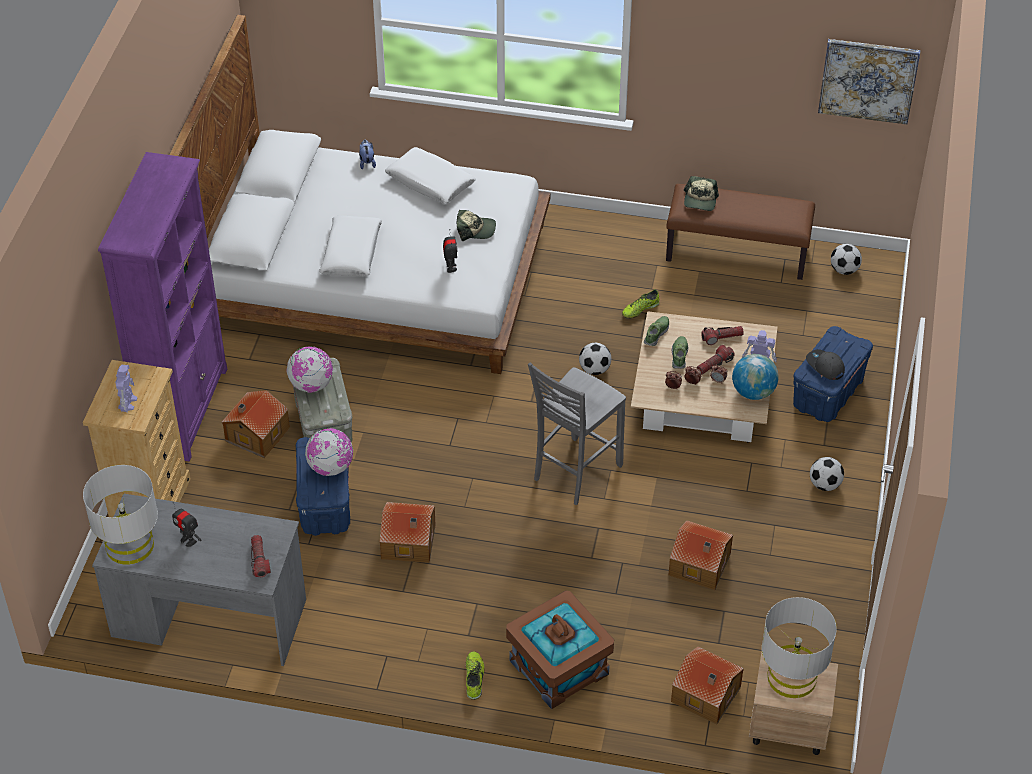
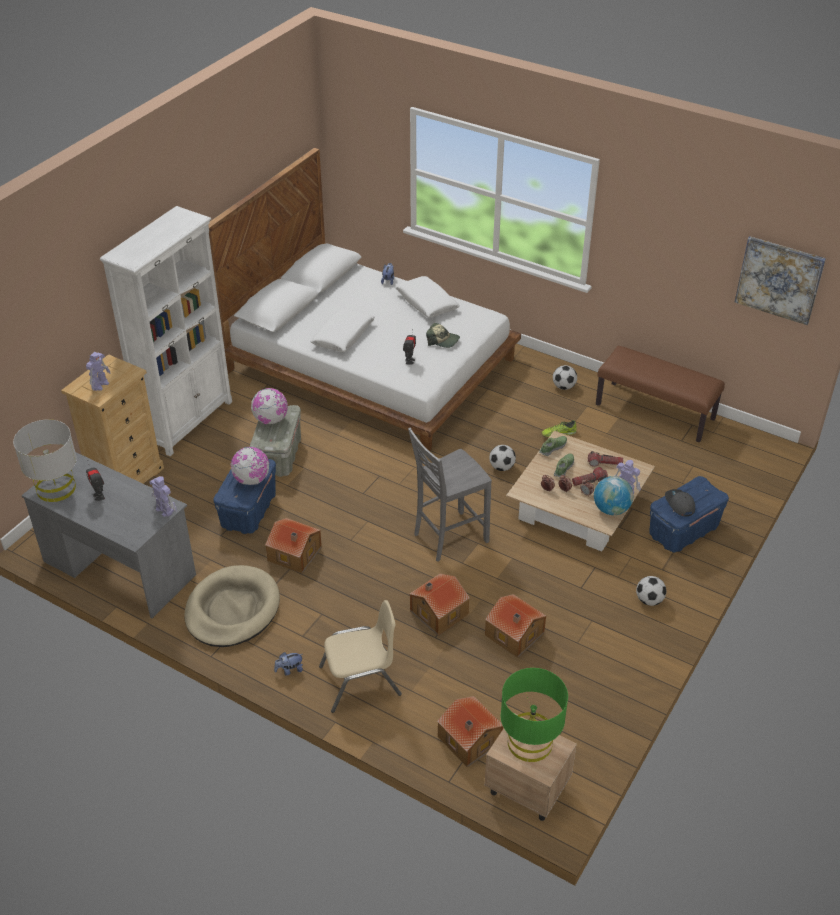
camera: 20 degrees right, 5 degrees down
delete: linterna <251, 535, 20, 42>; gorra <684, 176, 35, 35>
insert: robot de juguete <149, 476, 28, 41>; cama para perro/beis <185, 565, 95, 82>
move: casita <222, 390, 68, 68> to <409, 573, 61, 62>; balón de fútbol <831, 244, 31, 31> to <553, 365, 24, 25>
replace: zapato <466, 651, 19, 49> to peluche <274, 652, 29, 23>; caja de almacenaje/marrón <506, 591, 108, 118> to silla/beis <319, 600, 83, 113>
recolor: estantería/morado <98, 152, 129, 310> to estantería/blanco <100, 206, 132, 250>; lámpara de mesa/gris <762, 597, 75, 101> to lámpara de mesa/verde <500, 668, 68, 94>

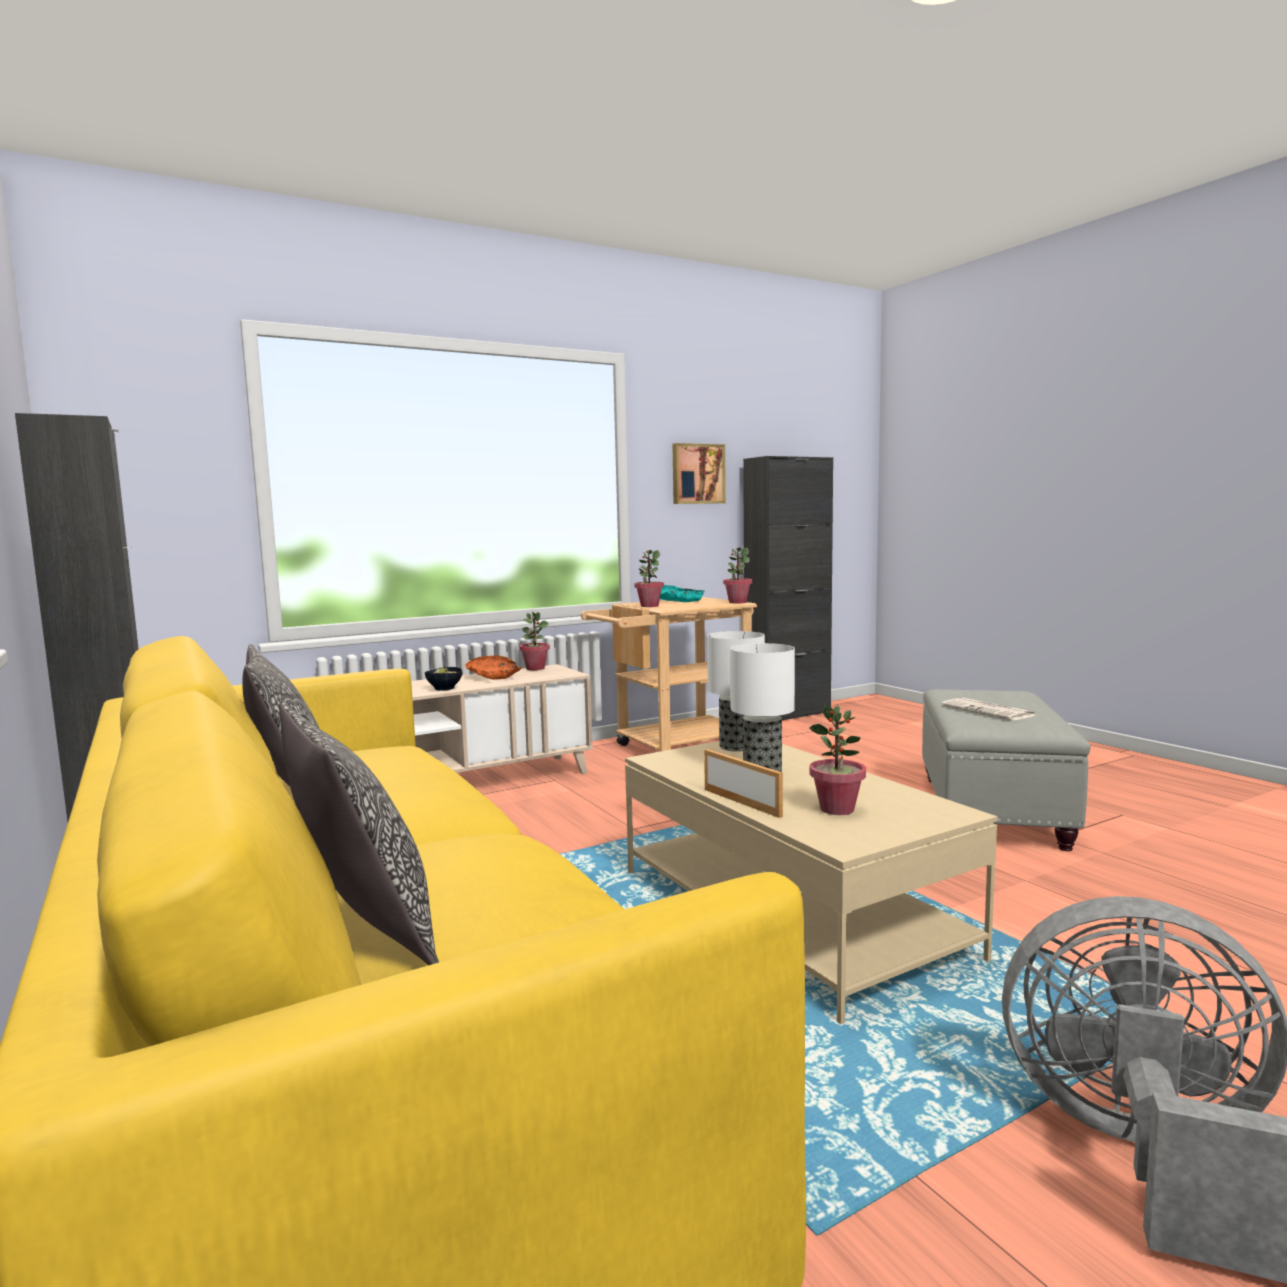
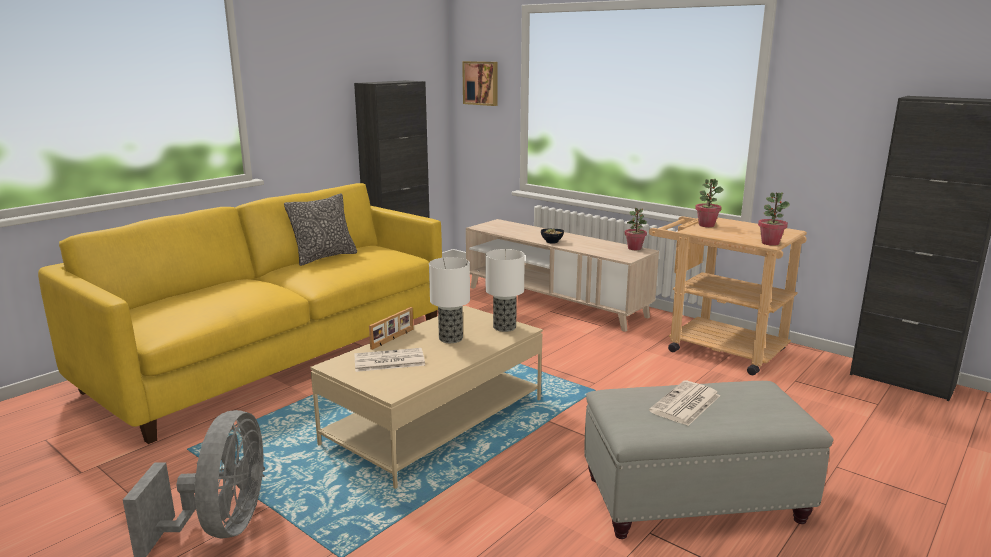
camera: 70 degrees right, 10 degrees up
delete: cojín <279, 701, 160, 264>; cuenco/naranja <465, 656, 56, 24>; cuenco/turquesa <660, 585, 45, 17>
move: cuadro <672, 443, 54, 61> to <462, 61, 35, 45>
replace: planta en maceta <809, 705, 57, 110> to periódico <354, 348, 71, 24>

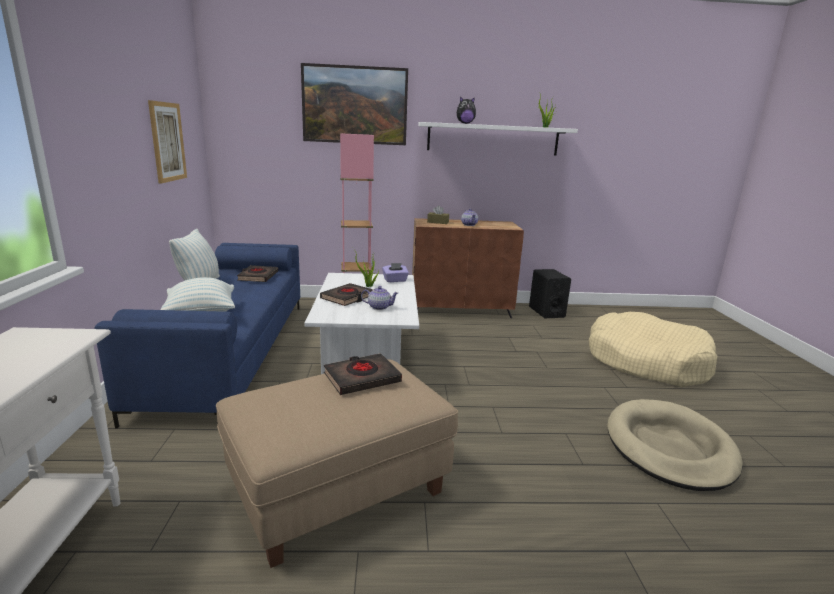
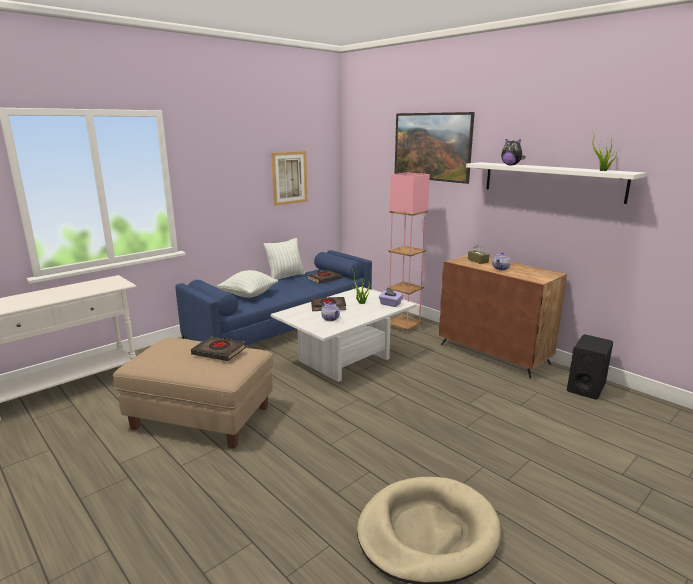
camera: 50 degrees right, 0 degrees up
delete: cama para perro/beis <589, 312, 128, 75>

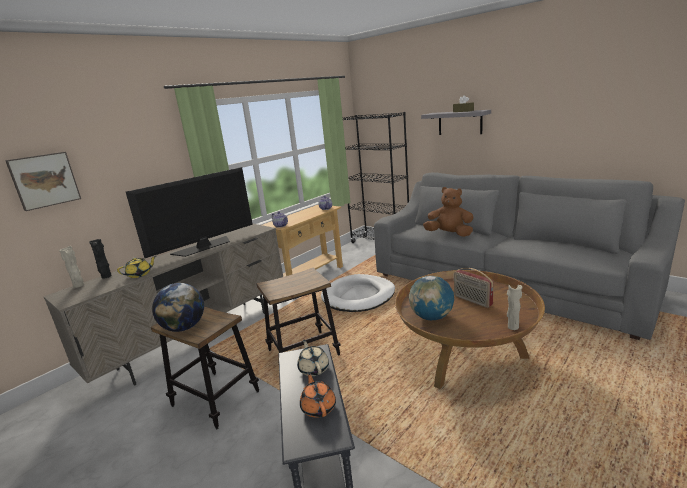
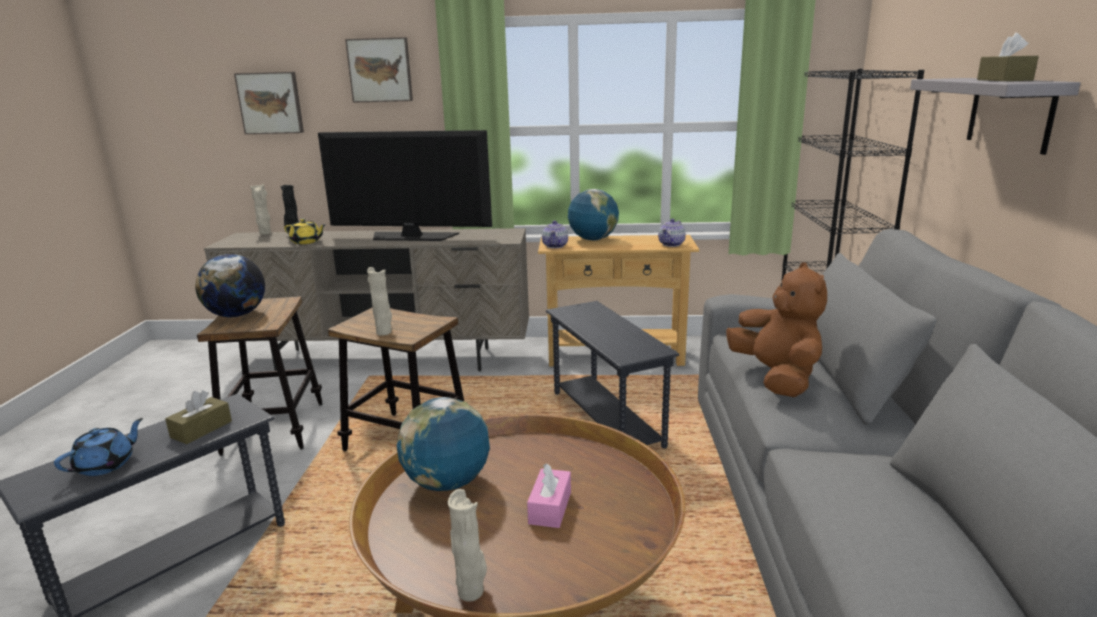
camera: 50 degrees right, 0 degrees up
insert: cuadro <345, 37, 68, 66>; florero/beis <367, 267, 25, 69>; globo terráqueo <568, 189, 51, 51>
replace: tetera/beis <297, 339, 32, 37> to caja de pañuelos/marrón <165, 390, 67, 54>; cama para perro/blanco <321, 274, 74, 38> to mesa auxiliar/gris <546, 301, 133, 148>; radio <454, 268, 40, 40> to caja de pañuelos/rosa <527, 463, 44, 65>
recolor: tetera/naranja <300, 372, 36, 46> to tetera/azul <54, 418, 89, 58>

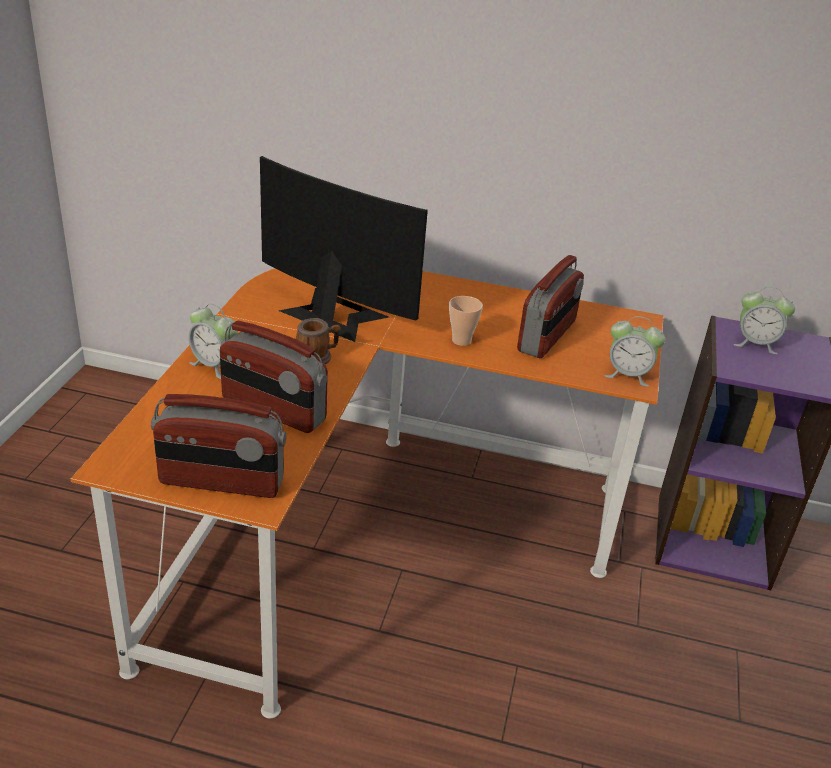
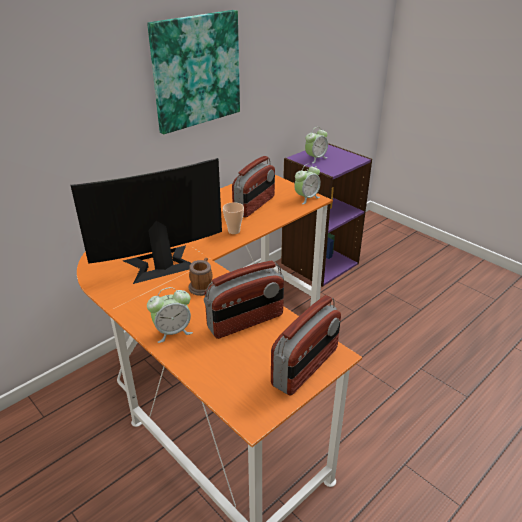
camera: 55 degrees left, 0 degrees up
insert: cuadro <147, 10, 93, 124>
rotate: radio <517, 255, 67, 103> = <232, 156, 43, 62> 60 degrees clockwise

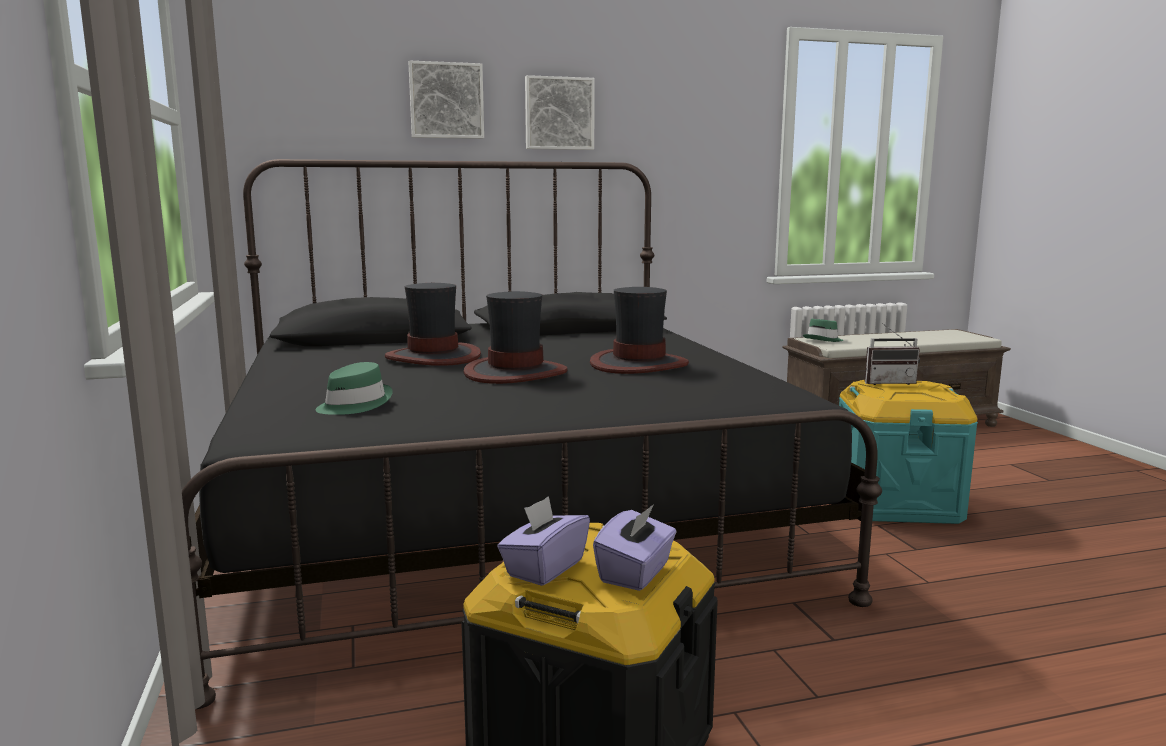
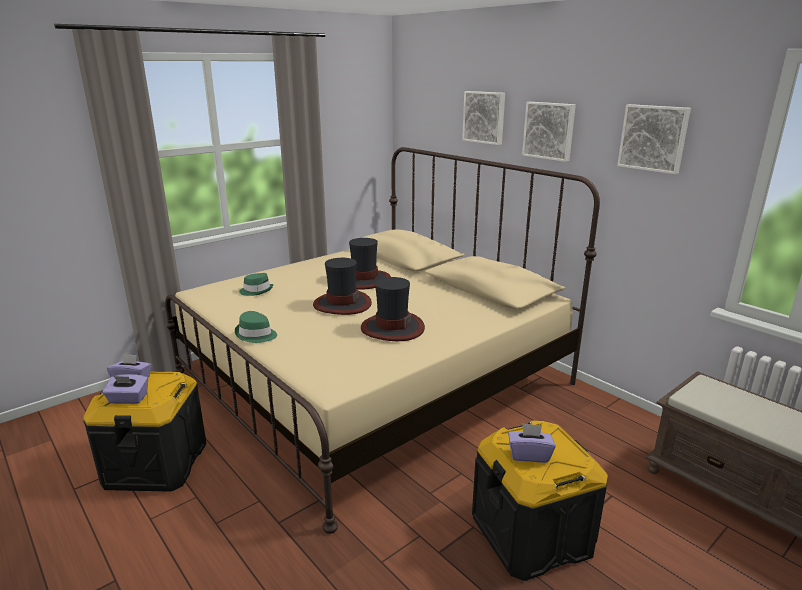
camera: 65 degrees right, 10 degrees up
delete: radio <865, 323, 55, 62>
insert: caja de pañuelos/morado <508, 423, 48, 40>; cuadro <617, 104, 74, 70>
move: sombrero/verde <803, 318, 40, 24> to <235, 311, 42, 32>
recolor: cama/negro <182, 159, 700, 550> to cama/beis <165, 147, 435, 387>; caja de almacenaje/turquesa <839, 380, 139, 144> to caja de almacenaje/negro <472, 421, 136, 160>

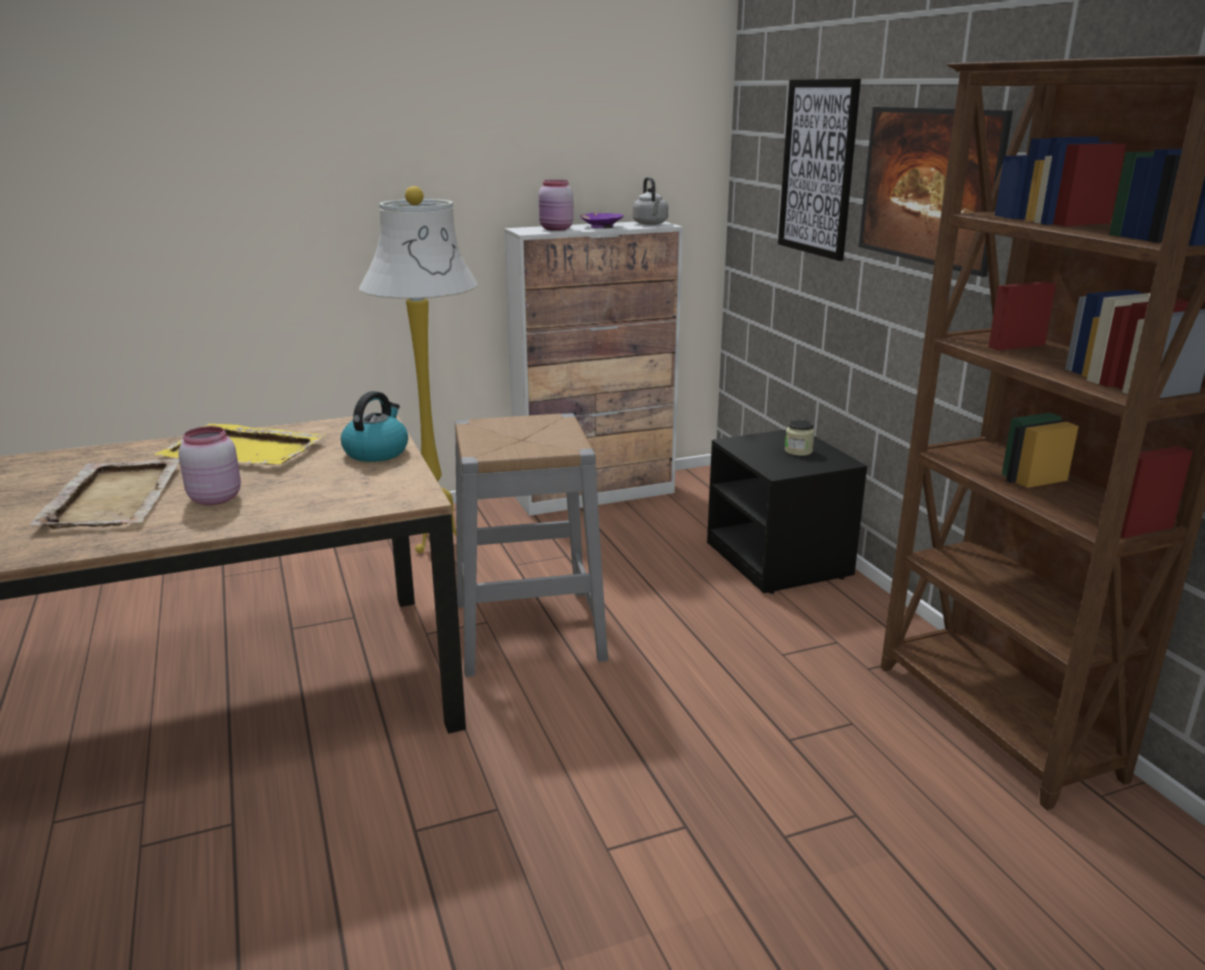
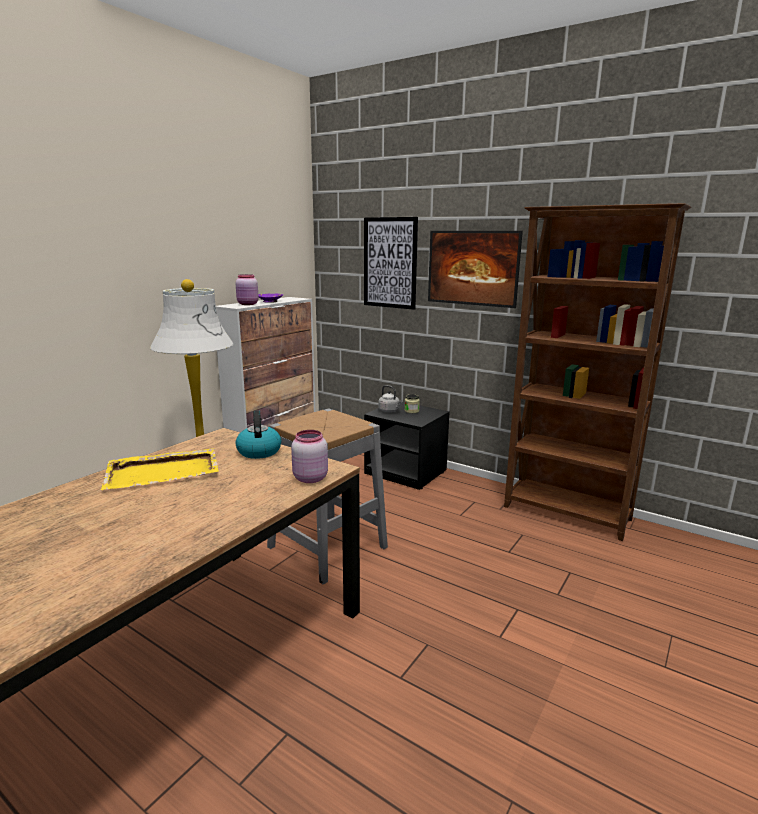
camera: 35 degrees left, 5 degrees down
delete: bandeja/beis <30, 459, 149, 70>
move: tarro/rosa <178, 426, 63, 79> to <291, 430, 37, 53>; hervidor/gris <632, 177, 36, 48> to <378, 385, 24, 27>

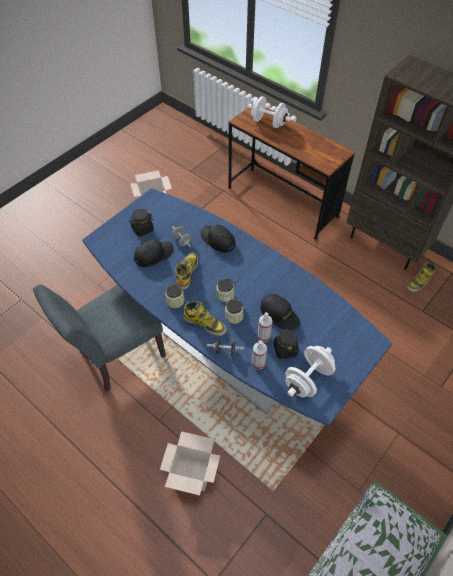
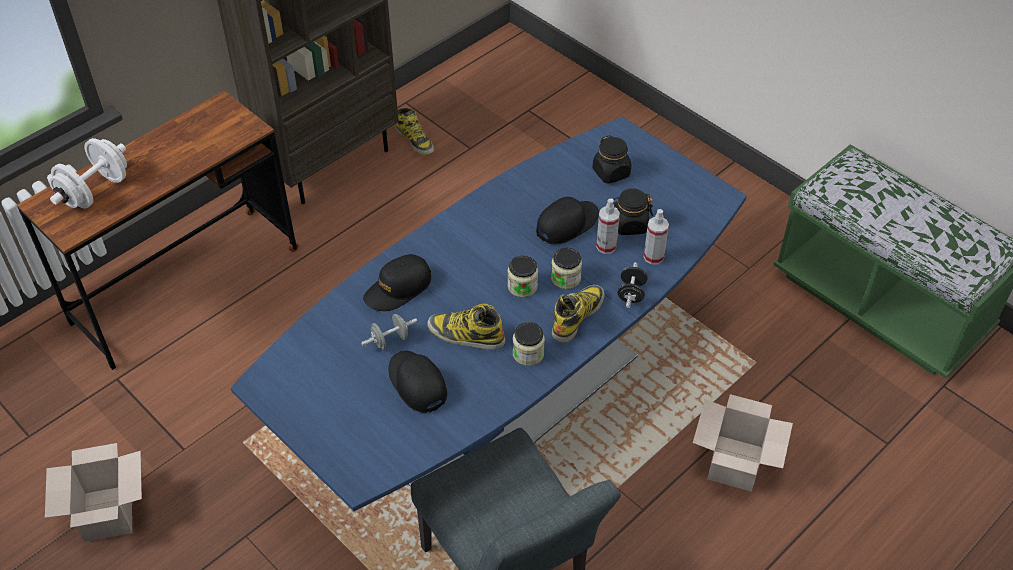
camera: 85 degrees left, 5 degrees down
delete: mancuerna/blanco <285, 346, 50, 52>
move: tarro/negro <129, 209, 25, 27> to <592, 135, 39, 49>

